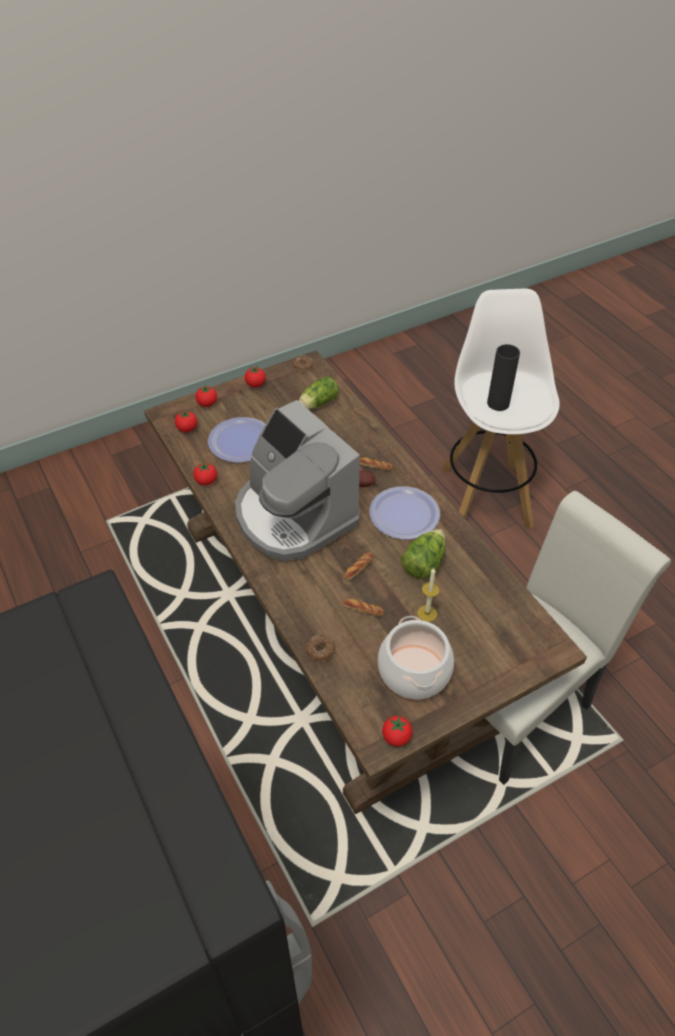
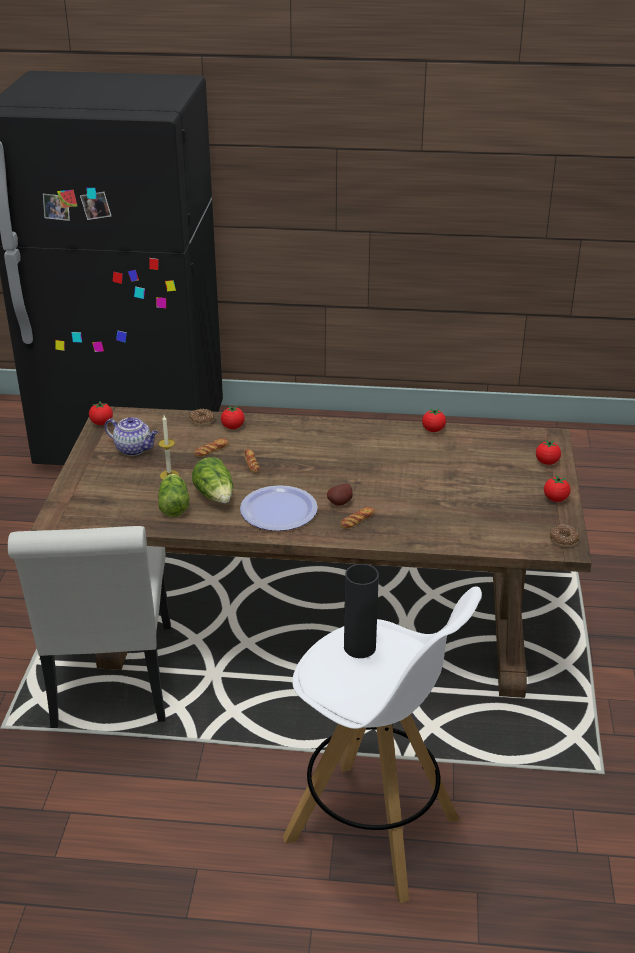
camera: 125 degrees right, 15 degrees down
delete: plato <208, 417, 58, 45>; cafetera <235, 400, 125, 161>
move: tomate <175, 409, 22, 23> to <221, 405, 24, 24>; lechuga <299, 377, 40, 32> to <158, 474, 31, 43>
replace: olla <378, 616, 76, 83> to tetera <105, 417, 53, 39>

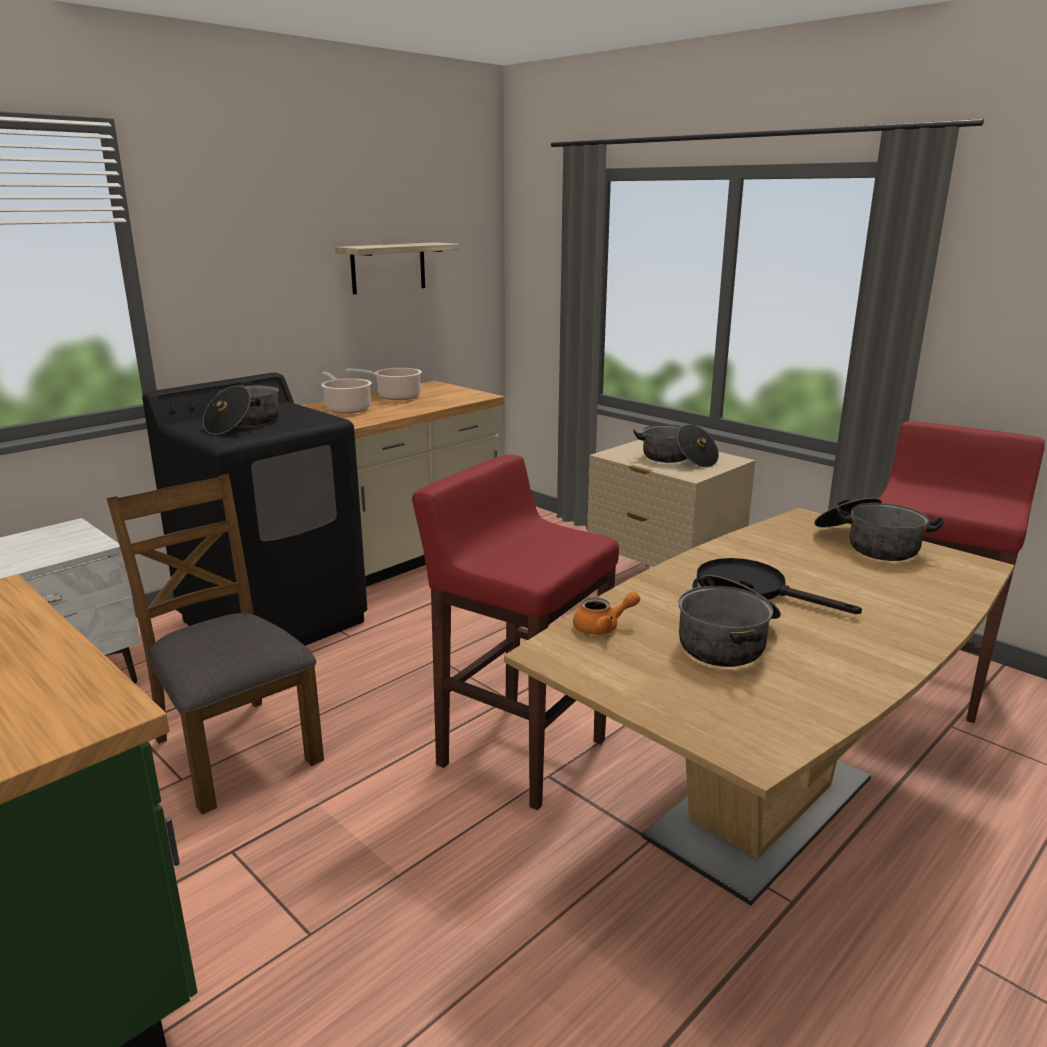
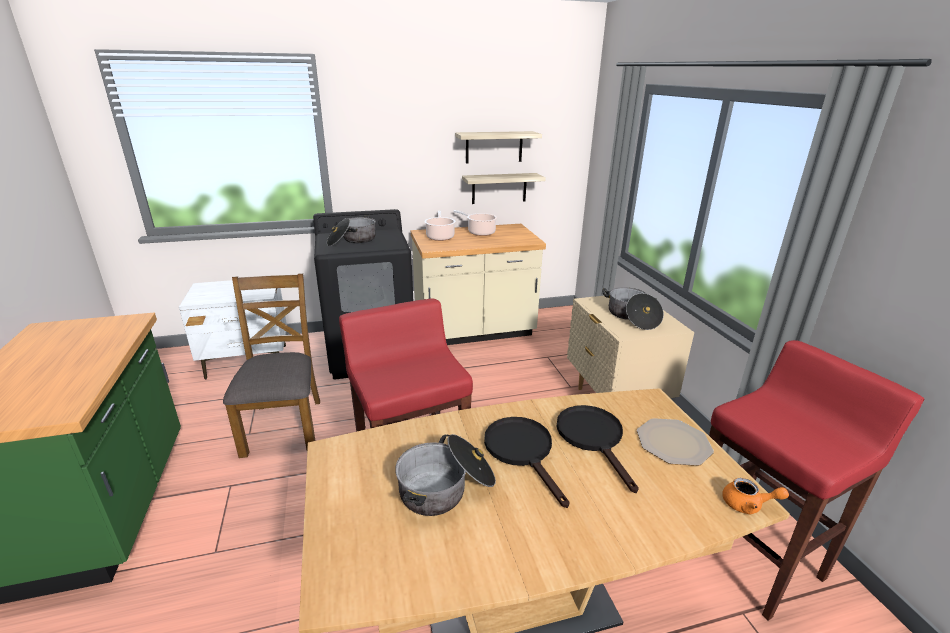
camera: 30 degrees right, 5 degrees up
insert: estante <462, 173, 84, 31>; sartén/negro <557, 405, 82, 88>
move: tetera/naranja <573, 591, 67, 44> to <722, 478, 67, 36>
replace: olla <814, 498, 130, 63> to plato <637, 418, 77, 48>

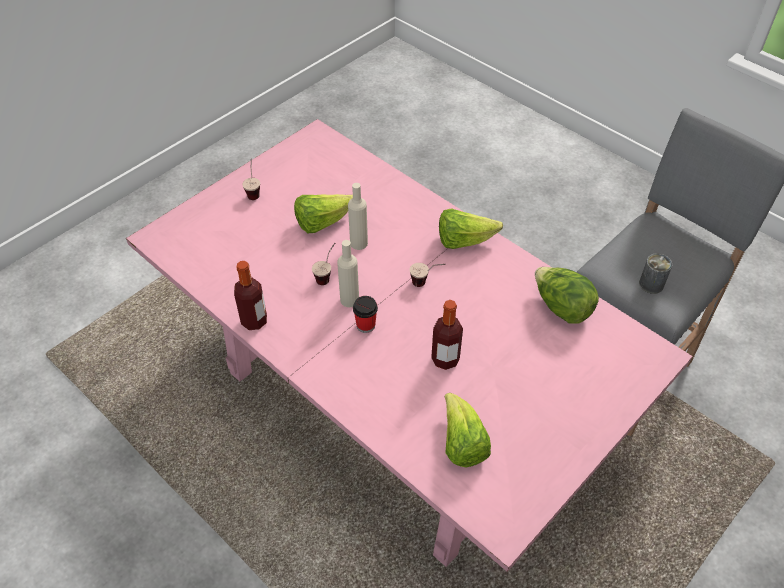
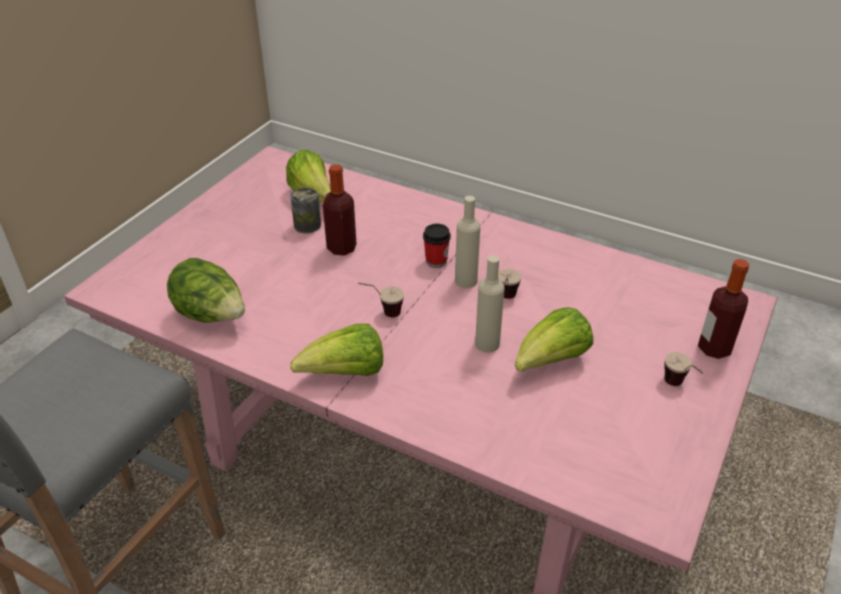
camera: 165 degrees right, 10 degrees down
move: botella <234, 261, 33, 69> to <698, 259, 52, 100>; lata <639, 253, 33, 41> to <290, 188, 31, 45>

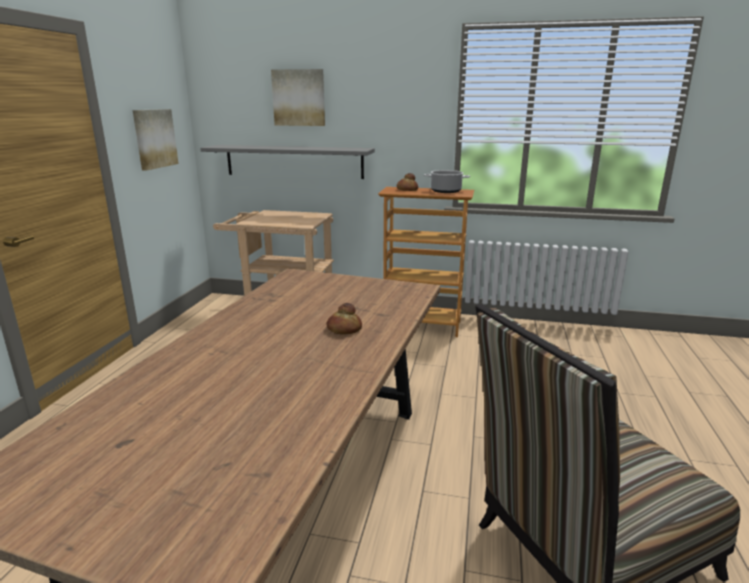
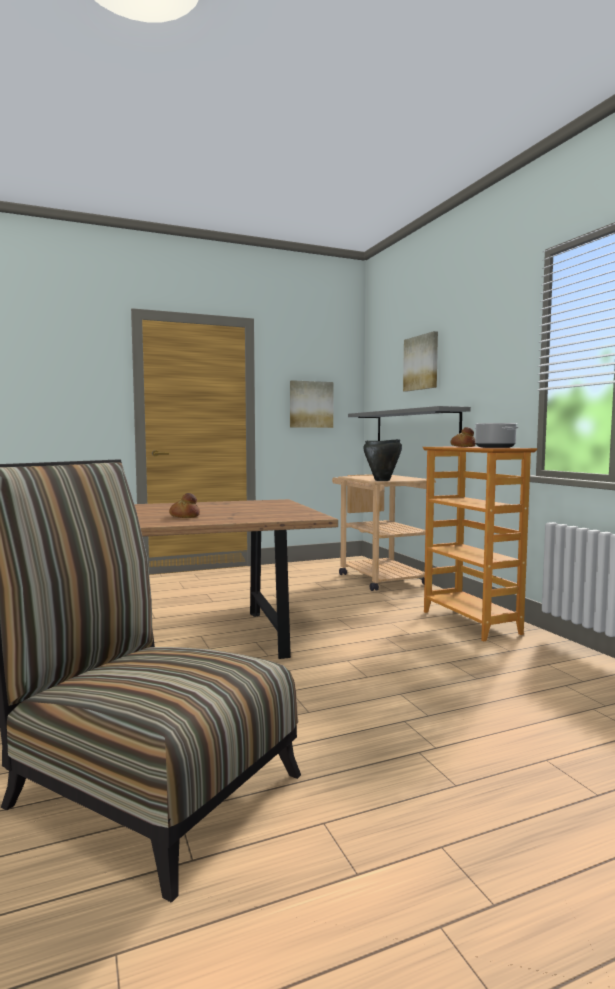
camera: 55 degrees right, 15 degrees down
insert: olla/negro <363, 439, 39, 42>

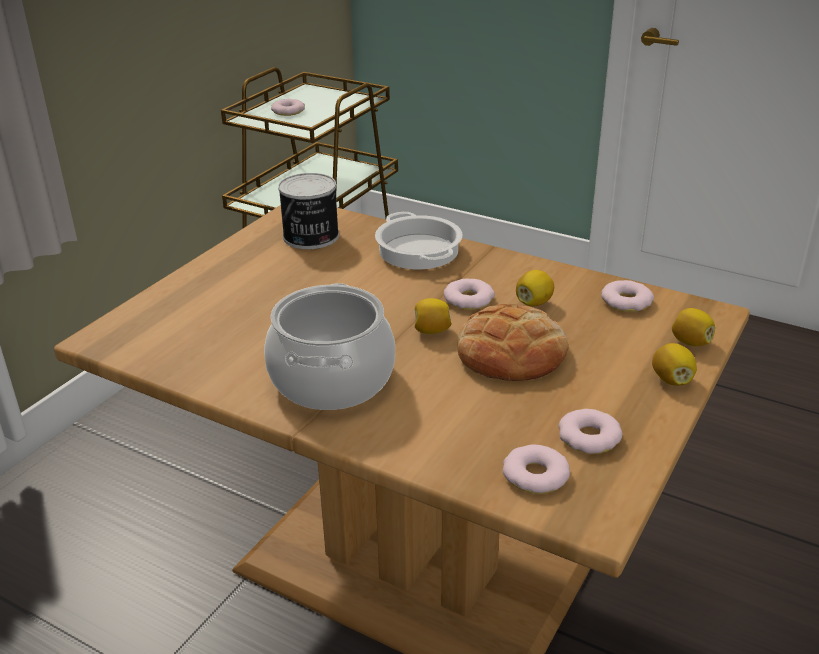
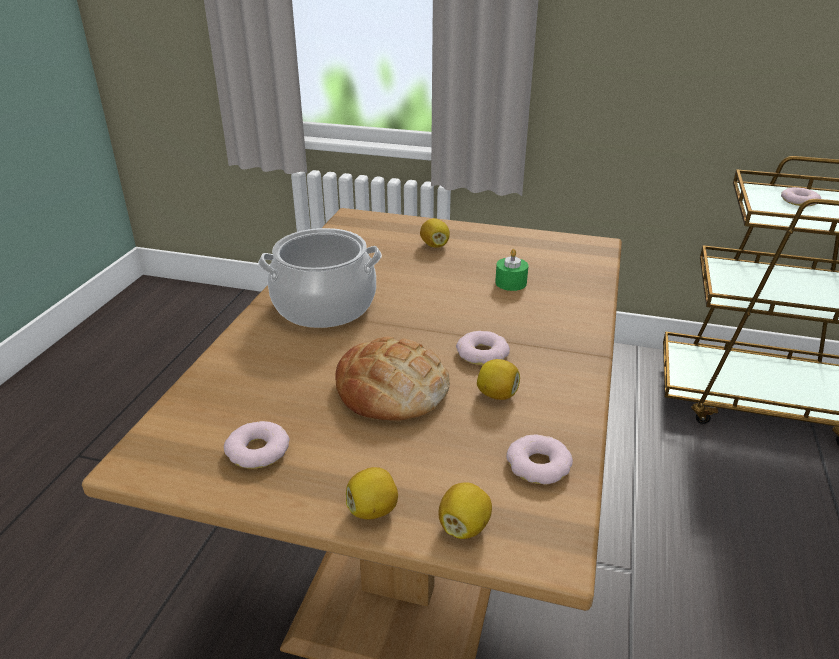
camera: 75 degrees right, 0 degrees up
delete: lata <278, 173, 61, 76>; olla <375, 212, 87, 58>; rosquilla <503, 444, 67, 50>
insert: vela/verde <495, 249, 33, 42>
move: limón <415, 298, 37, 36> to <420, 218, 30, 30>

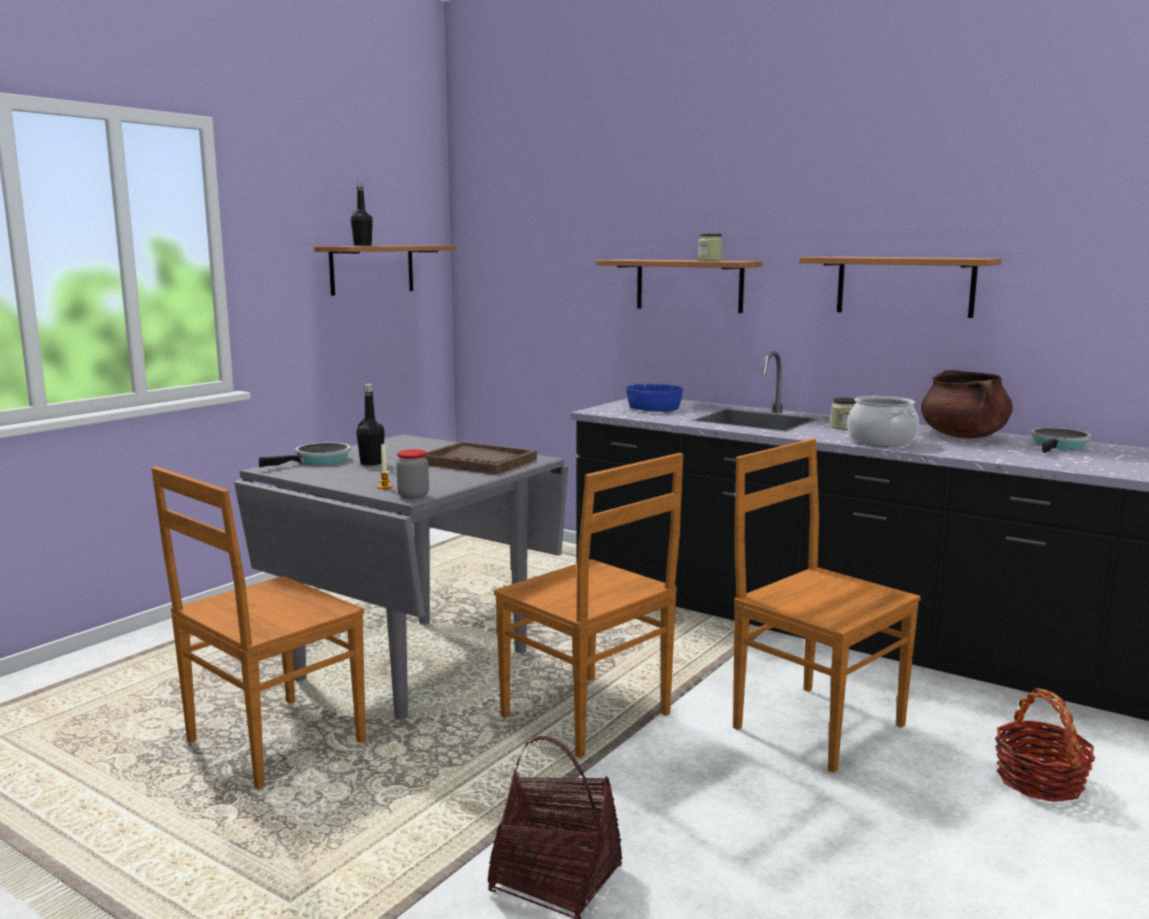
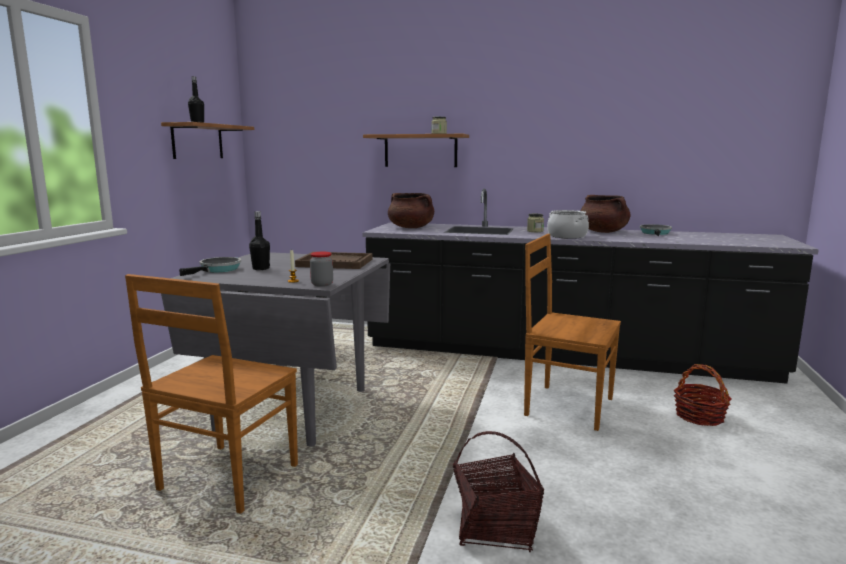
camera: 20 degrees left, 0 degrees up
delete: silla/marrón <494, 453, 189, 305>; estante <799, 257, 203, 61>
replace: cuenco/azul <626, 384, 57, 28> to olla/marrón <388, 193, 46, 35>

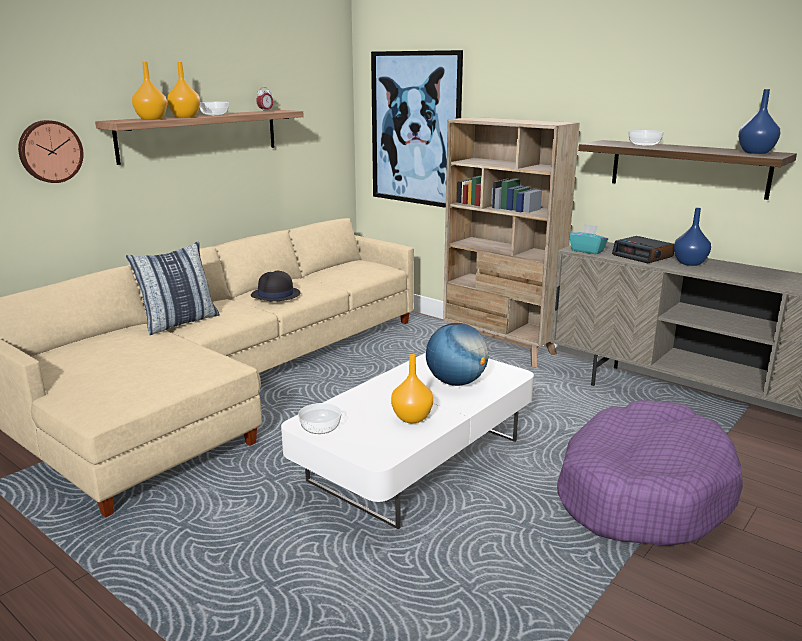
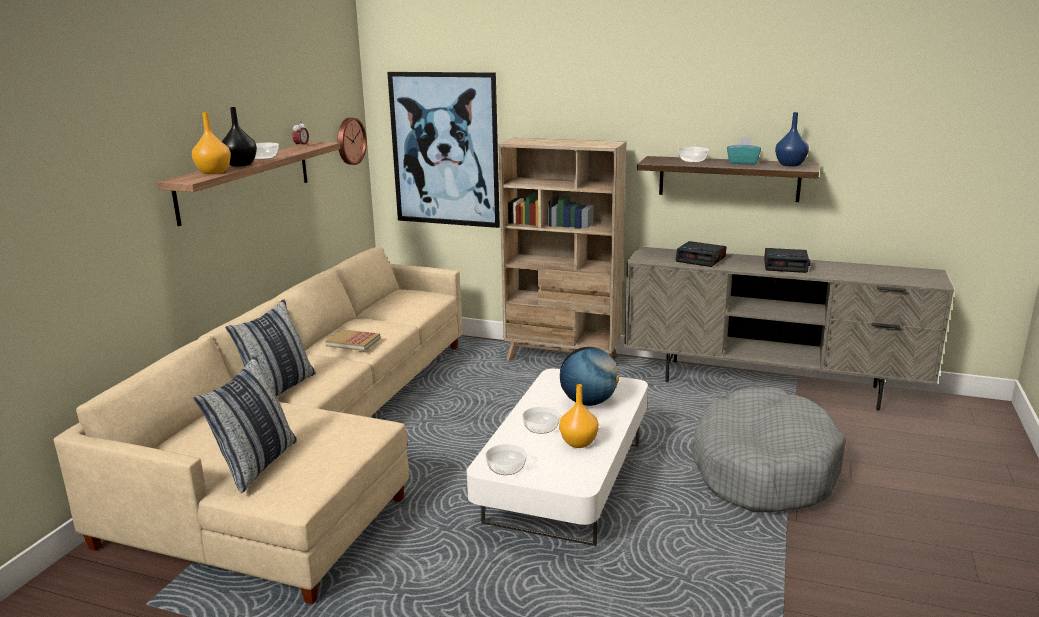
camera: 20 degrees left, 0 degrees up
delete: florero/azul <674, 208, 37, 58>
insert: cojín <193, 355, 104, 138>; cuenco <522, 407, 38, 27>; despertador <764, 248, 46, 25>
move: reloj de pared <18, 120, 65, 63> to <338, 118, 29, 47>; caja de pañuelos/turquesa <569, 224, 39, 30> to <727, 137, 34, 28>
replace: sombrero/negro <251, 271, 50, 31> to libro <325, 329, 56, 22>
recolor: florero/naranja <167, 62, 33, 55> to florero/negro <221, 107, 36, 60>; cama para perro/morado <557, 400, 186, 146> to cama para perro/gris <691, 387, 155, 125>

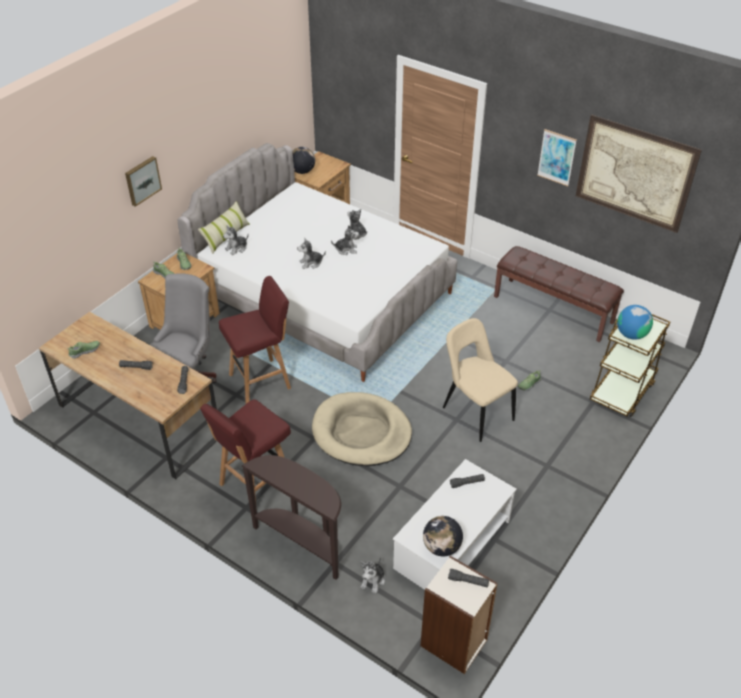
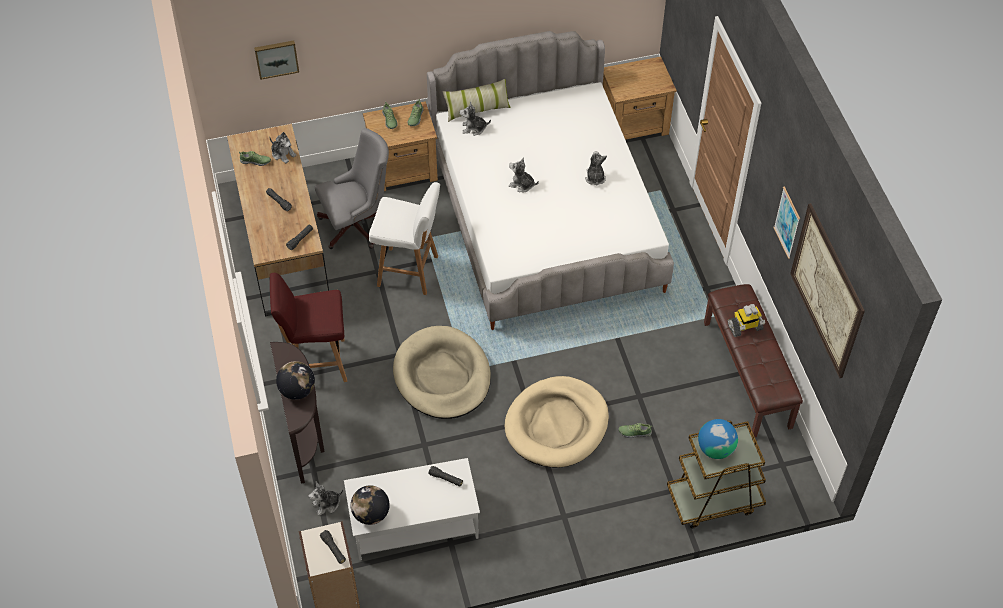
camera: 40 degrees right, 10 degrees up
insert: robot de juguete <727, 304, 38, 33>
move: cuadro <125, 156, 37, 51> to <254, 41, 45, 39>; globo terráqueo <292, 147, 23, 27> to <276, 361, 39, 39>; peluche <331, 225, 28, 30> to <269, 132, 27, 32>
replace: silla/beis <443, 318, 75, 124> to cama para perro/beis <505, 376, 104, 92>
recolor: taburete/rojo <219, 276, 72, 128> to taburete/blanco <369, 182, 71, 113>

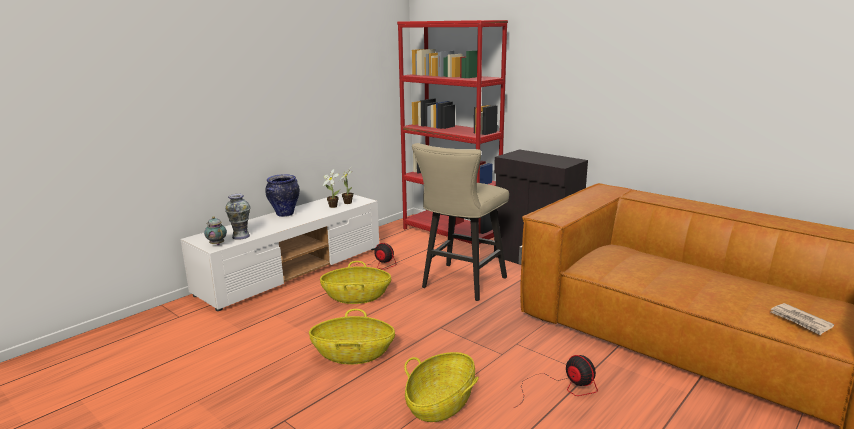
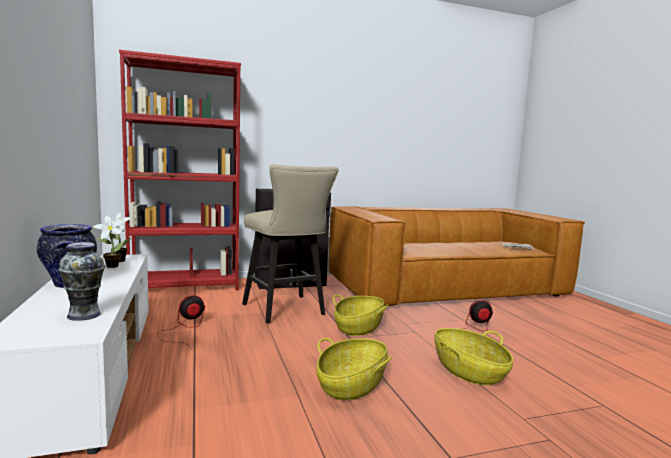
camera: 60 degrees left, 10 degrees down
delete: tetera <204, 217, 23, 28>
move: cesta <320, 261, 71, 43> to <333, 295, 56, 41>

